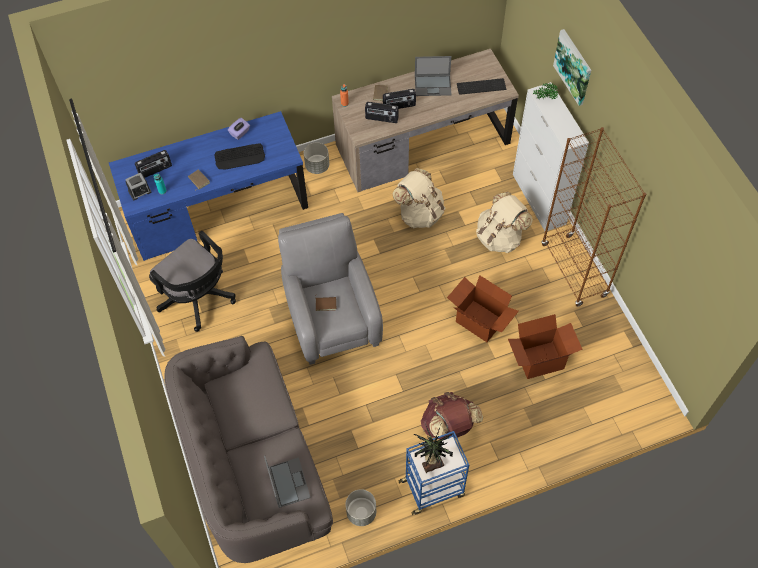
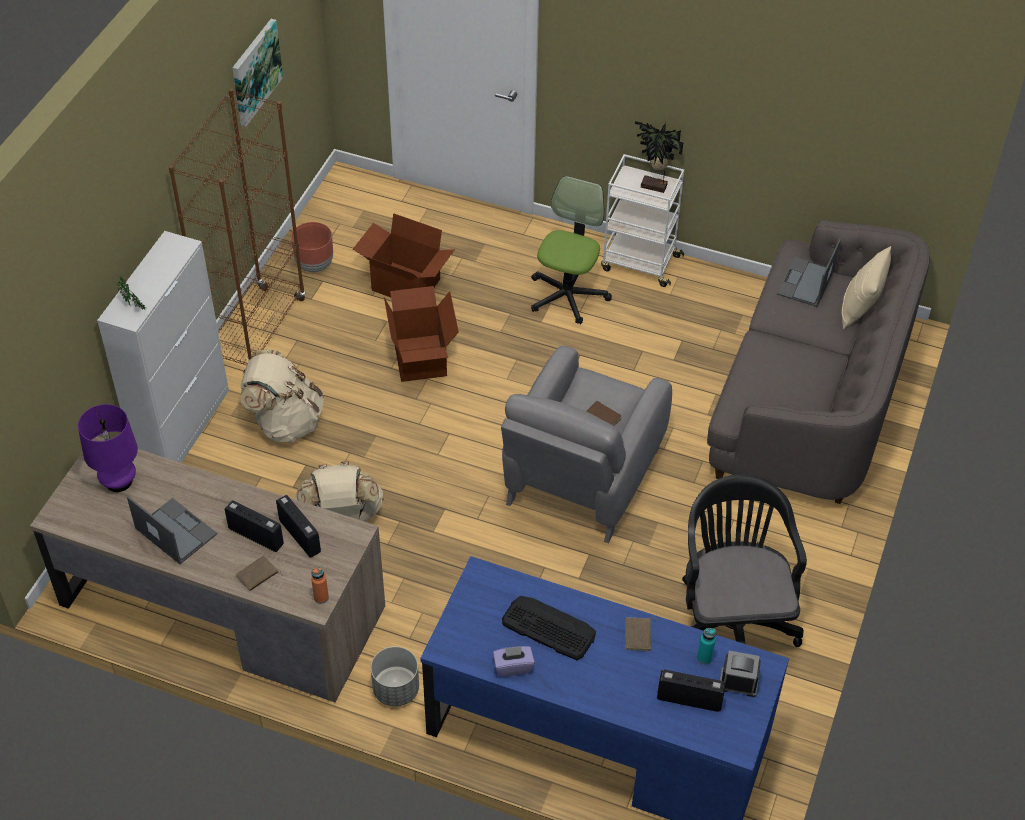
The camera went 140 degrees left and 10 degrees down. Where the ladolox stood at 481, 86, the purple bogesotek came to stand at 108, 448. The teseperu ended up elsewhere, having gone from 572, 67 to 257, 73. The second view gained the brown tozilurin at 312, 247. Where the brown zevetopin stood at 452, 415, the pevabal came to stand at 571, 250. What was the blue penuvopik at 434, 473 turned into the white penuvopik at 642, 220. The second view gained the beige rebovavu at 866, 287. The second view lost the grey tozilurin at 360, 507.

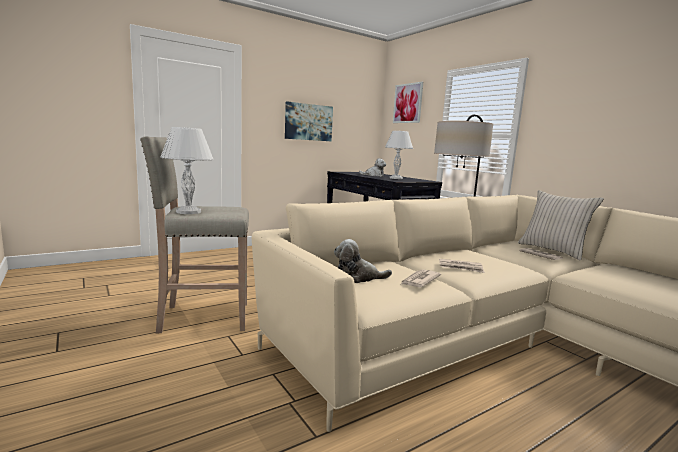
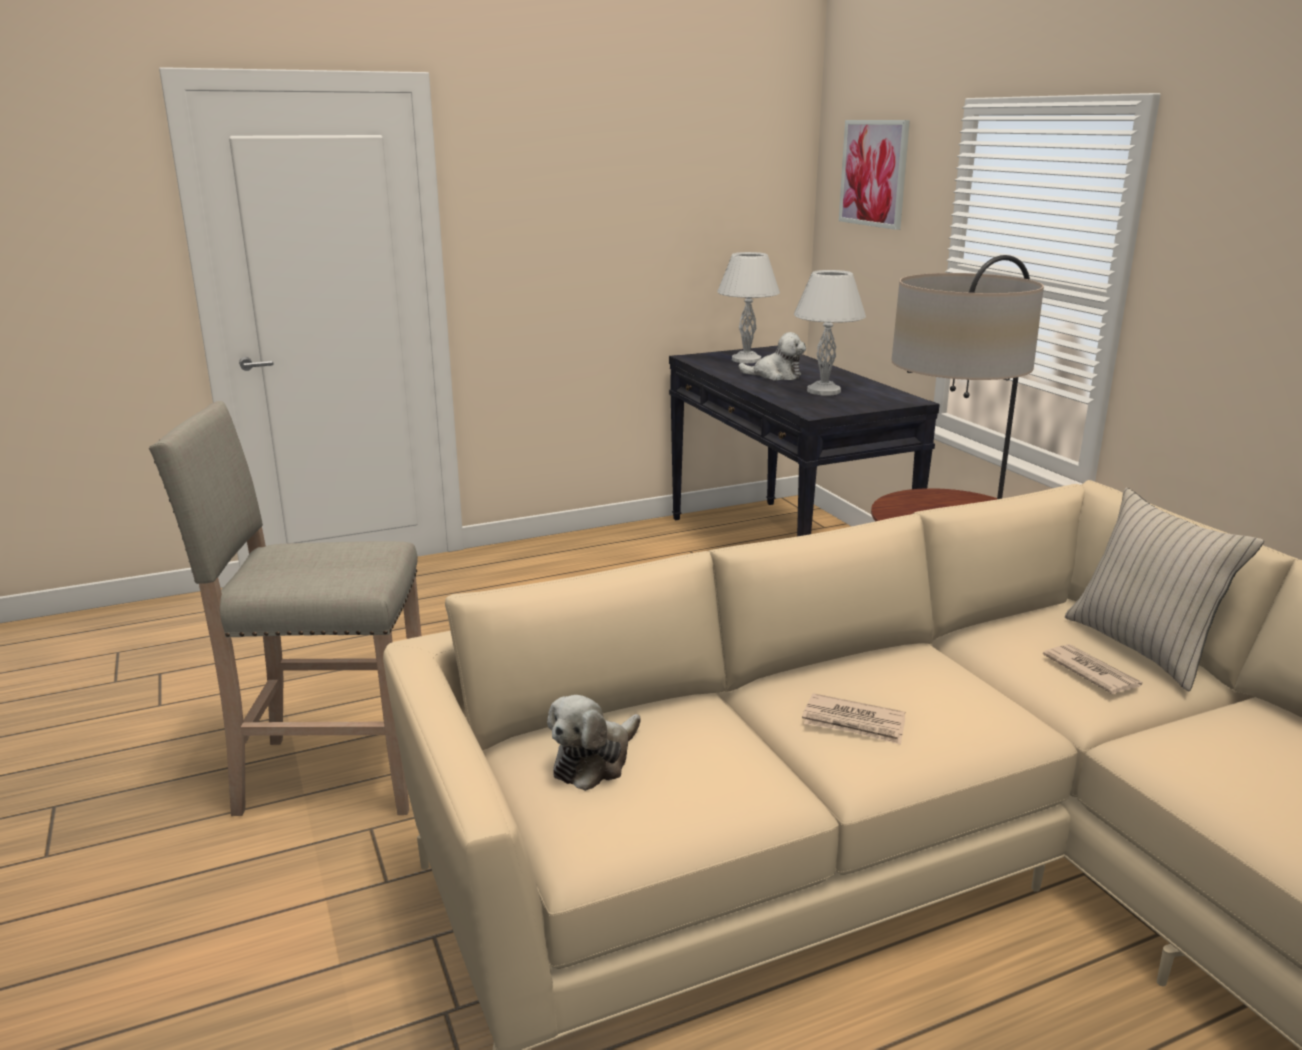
The camera went 10 degrees right and 10 degrees up. The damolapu at 363, 261 ended up facing another way, 60 degrees counterclockwise from before. The white bogesotek ended up elsewhere, having gone from 187, 170 to 748, 307. The second view lost the teseperu at 309, 121. The second view lost the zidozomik at 421, 278.

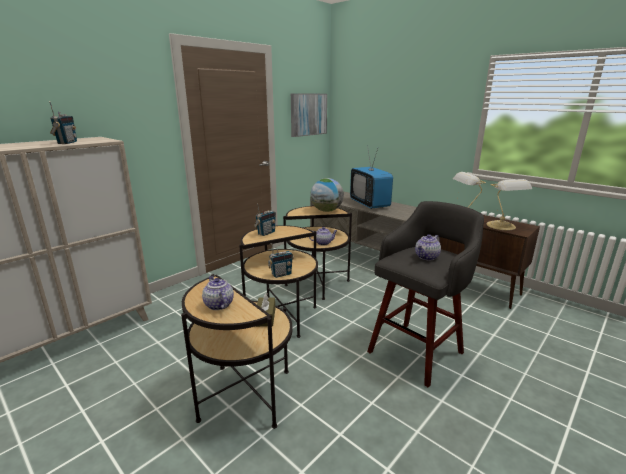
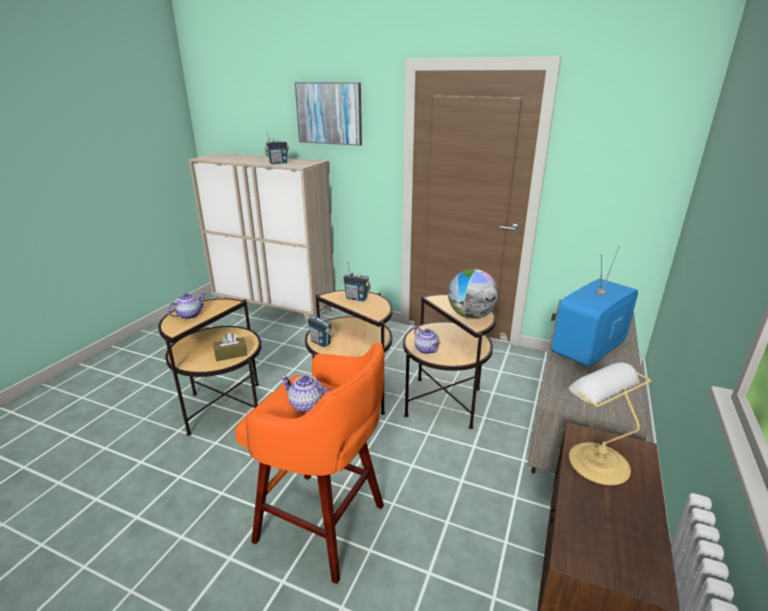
The camera went 70 degrees right and 5 degrees up. What was the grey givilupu at 425, 294 turned into the orange givilupu at 310, 463. The teseperu ended up elsewhere, having gone from 309, 115 to 328, 114. The second view lost the bogesotek at 509, 204.

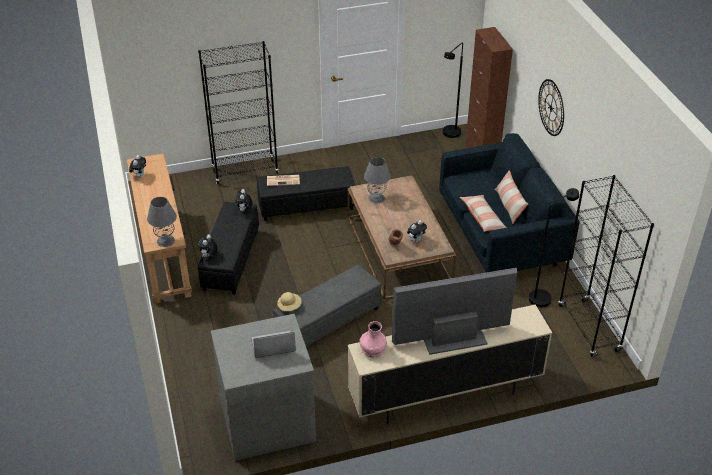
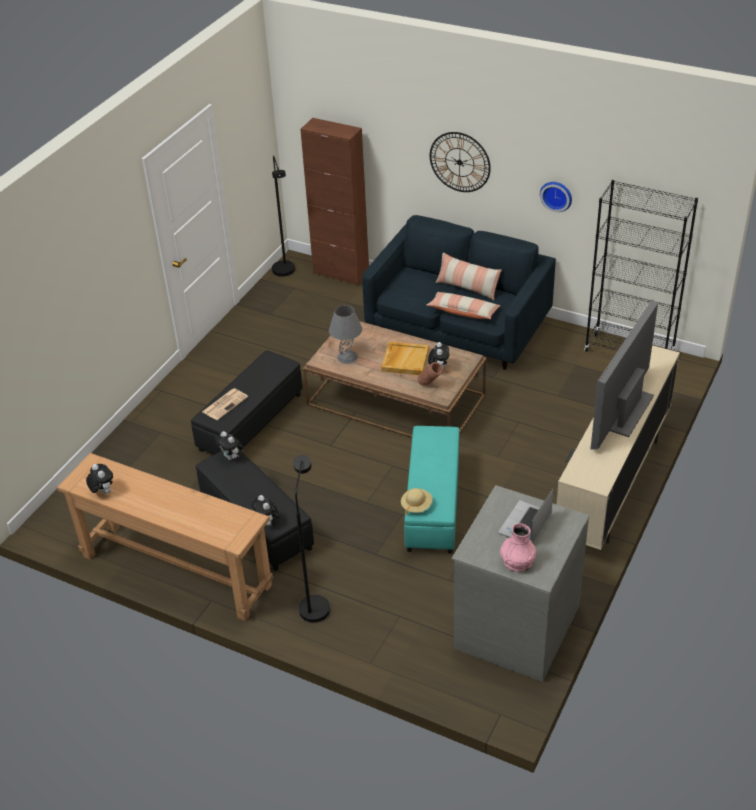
The camera went 45 degrees left and 0 degrees up. The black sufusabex ended up elsewhere, having gone from 554, 248 to 311, 539. The second view gained the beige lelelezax at 405, 358. What was the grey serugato at 327, 305 turned into the turquoise serugato at 431, 490. The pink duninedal ended up elsewhere, having gone from 373, 339 to 518, 547. The second view gained the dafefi at 556, 197. The second view lost the grey bogesotek at 162, 222. The second view lost the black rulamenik at 238, 112.

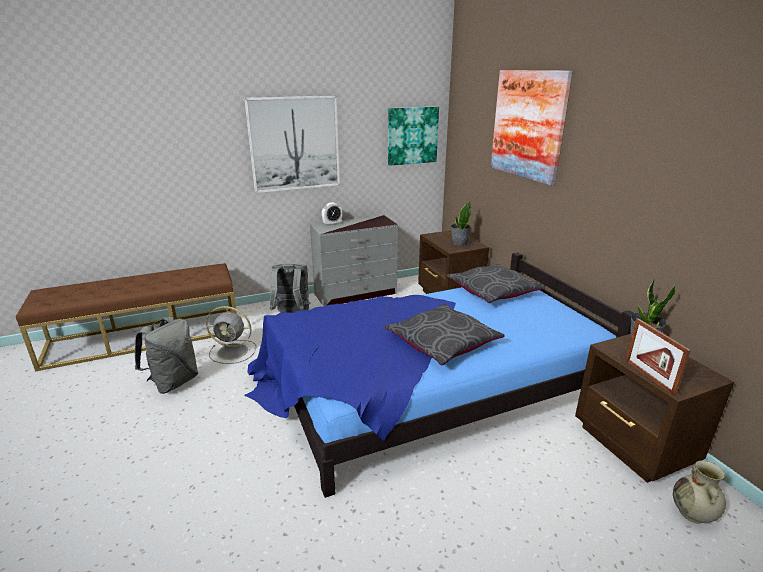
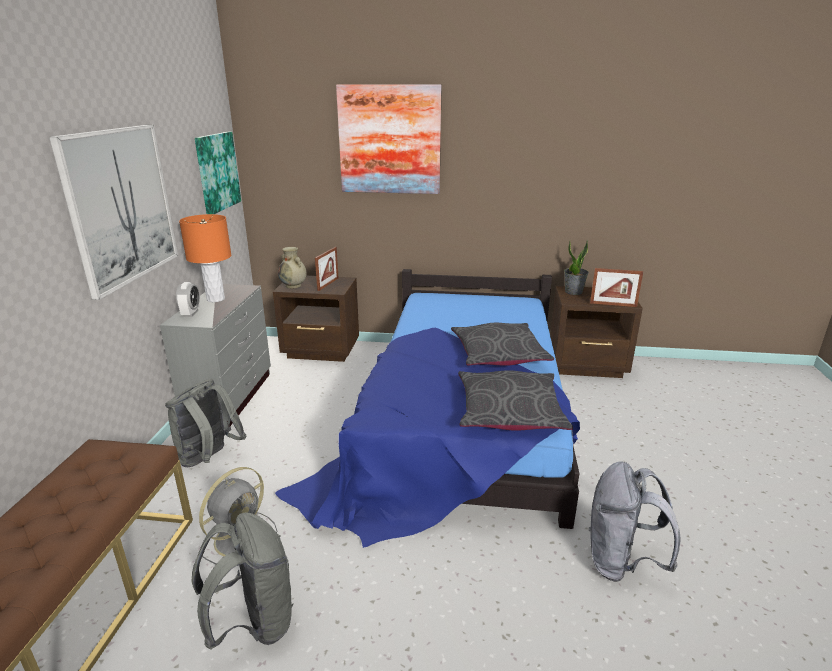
The camera went 60 degrees left and 0 degrees up. The second view gained the orange bogesotek at 205, 258. The beige duninedal ended up elsewhere, having gone from 699, 491 to 292, 267. Where the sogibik stood at 461, 223, the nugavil came to stand at 327, 269. The grey rebovavu ended up elsewhere, having gone from 496, 283 to 515, 400. The second view gained the grey zevetopin at 635, 521.

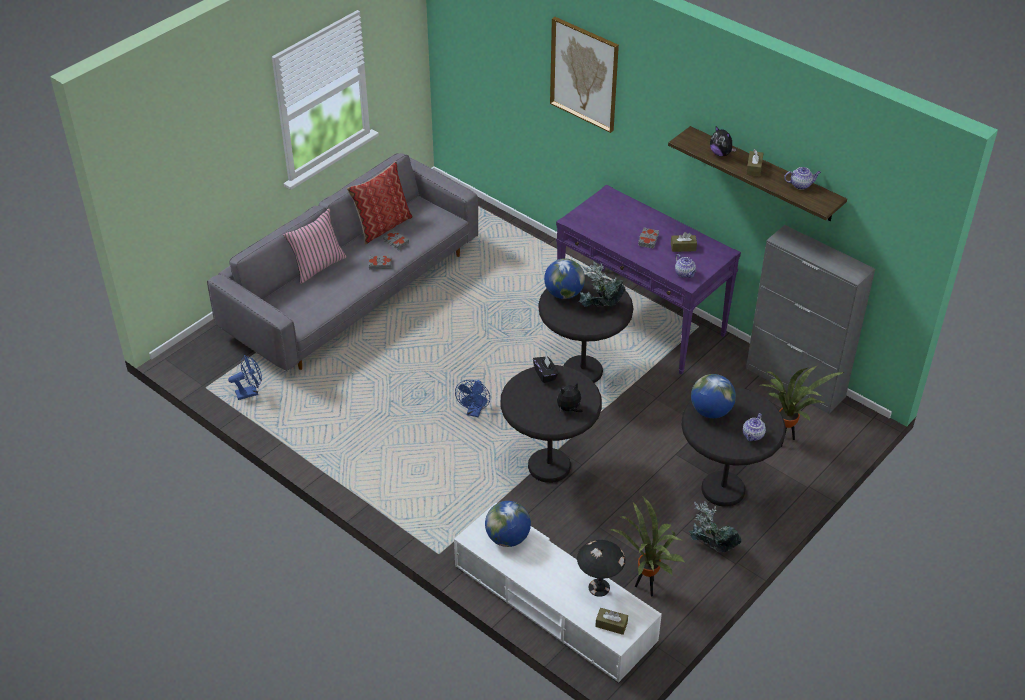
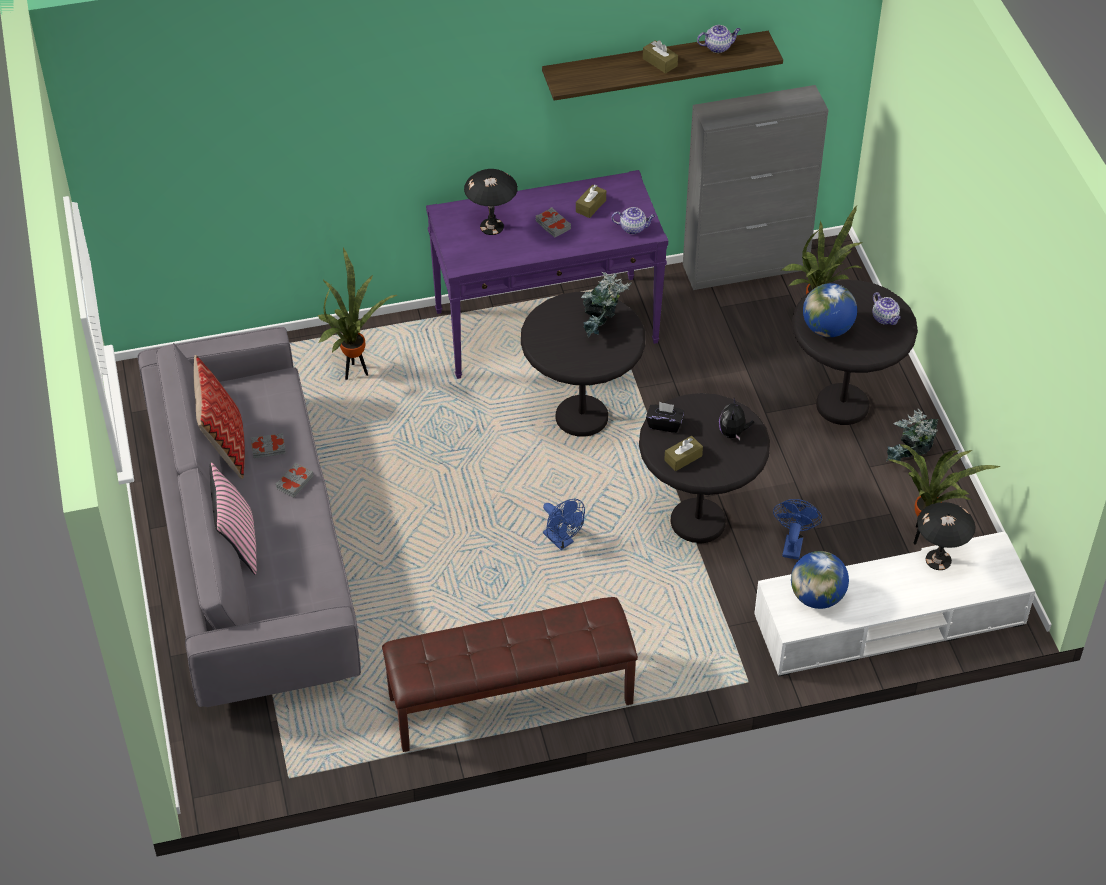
The camera went 55 degrees left and 5 degrees up. The second view gained the sogibik at 357, 314. The second view gained the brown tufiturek at 510, 674. The second view gained the black bogesotek at 491, 202. The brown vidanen ended up elsewhere, having gone from 611, 621 to 683, 453. The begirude at 802, 178 ended up facing another way, 45 degrees clockwise from before. The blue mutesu ended up elsewhere, having gone from 245, 377 to 797, 529. The second view lost the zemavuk at 564, 278. The second view lost the teseperu at 584, 75. The second view lost the damolapu at 723, 141.

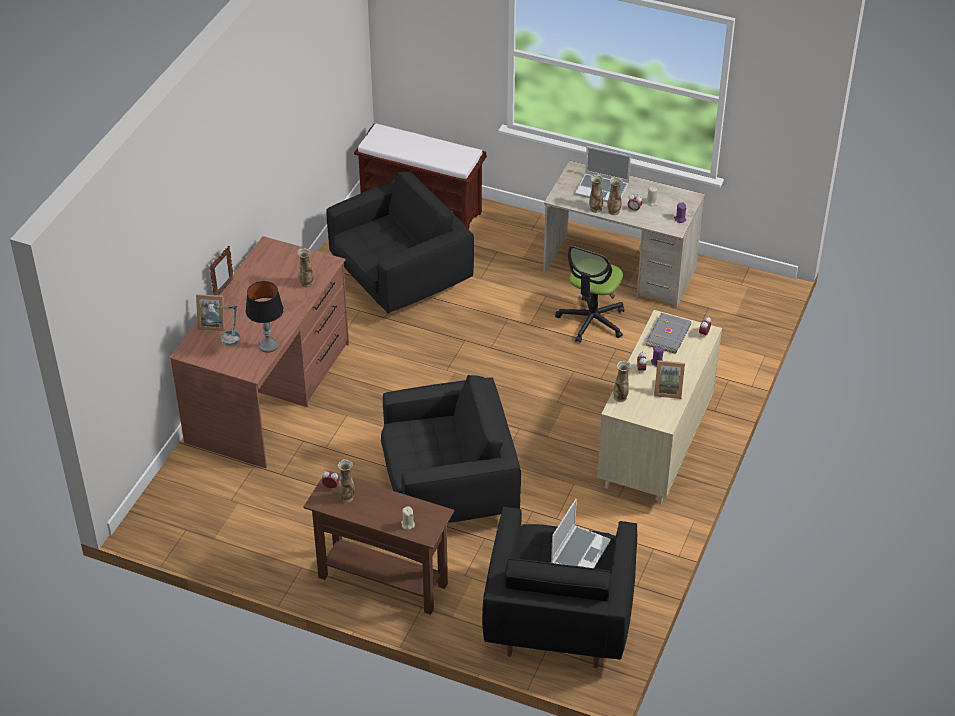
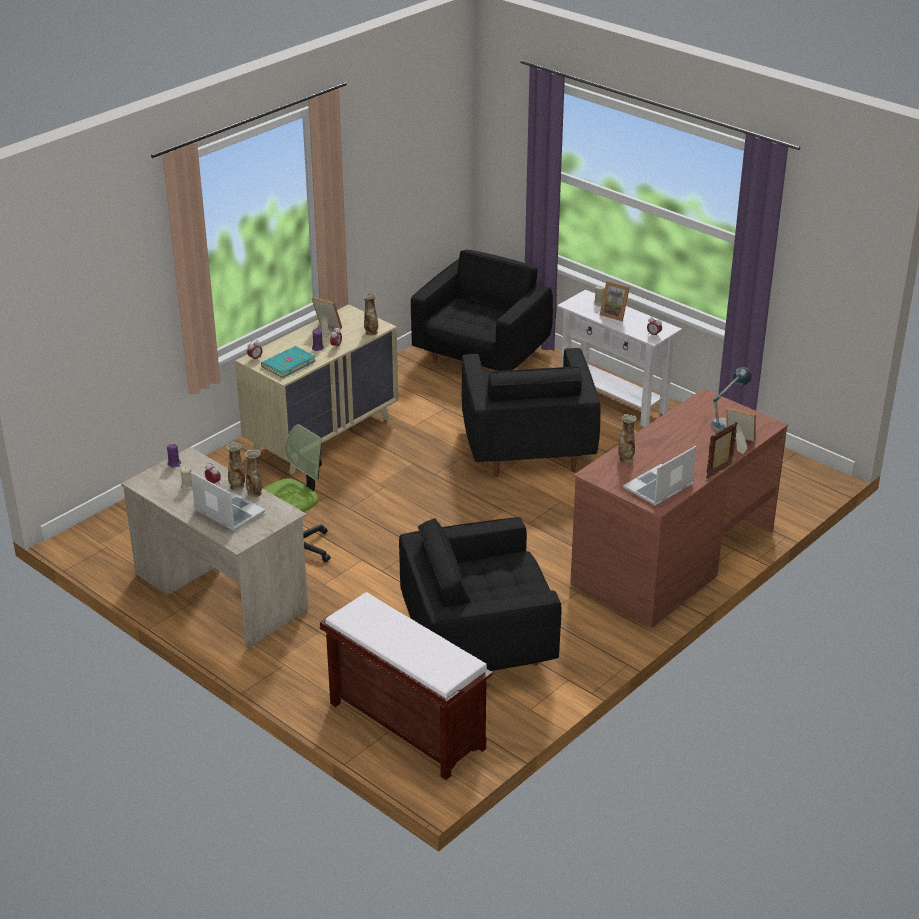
The camera went 160 degrees left and 10 degrees down. What was the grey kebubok at 668, 333 turned into the turquoise kebubok at 288, 362. The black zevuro at 451, 449 ended up facing another way, 105 degrees counterclockwise from before. What was the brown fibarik at 378, 542 turned into the white fibarik at 619, 358. The second view gained the nugavil at 615, 301. The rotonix ended up elsewhere, having gone from 581, 533 to 659, 476. The second view lost the bogesotek at 265, 317. The second view lost the duninedal at 346, 480.

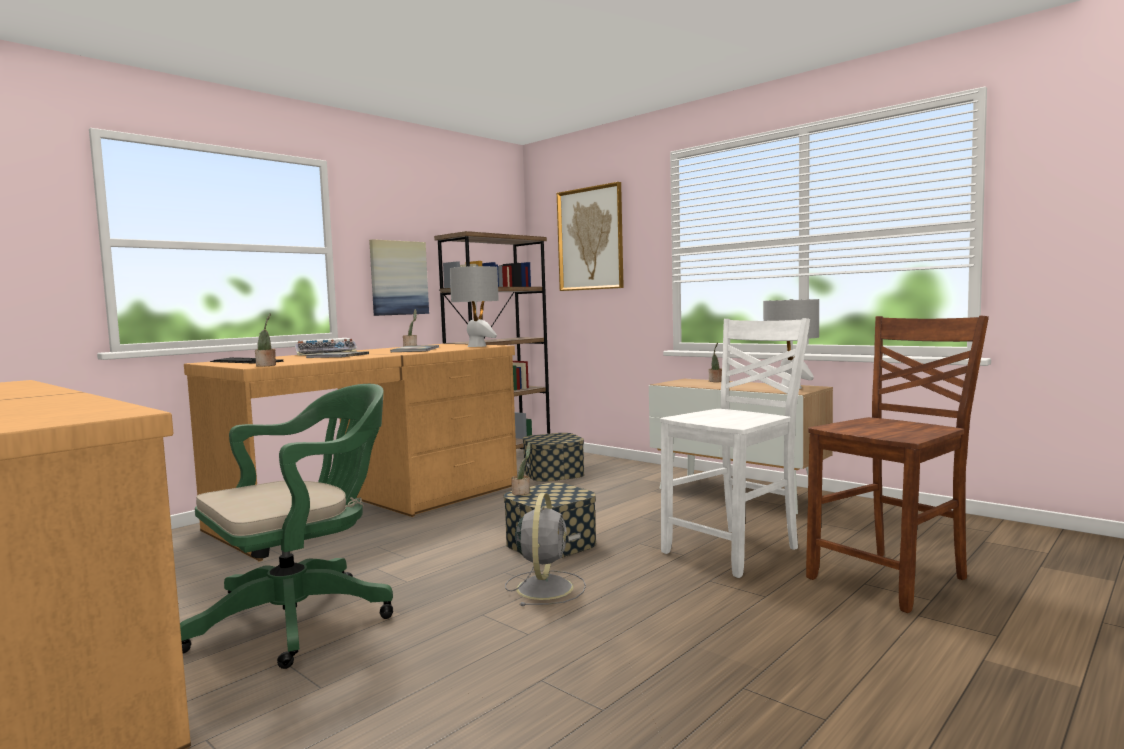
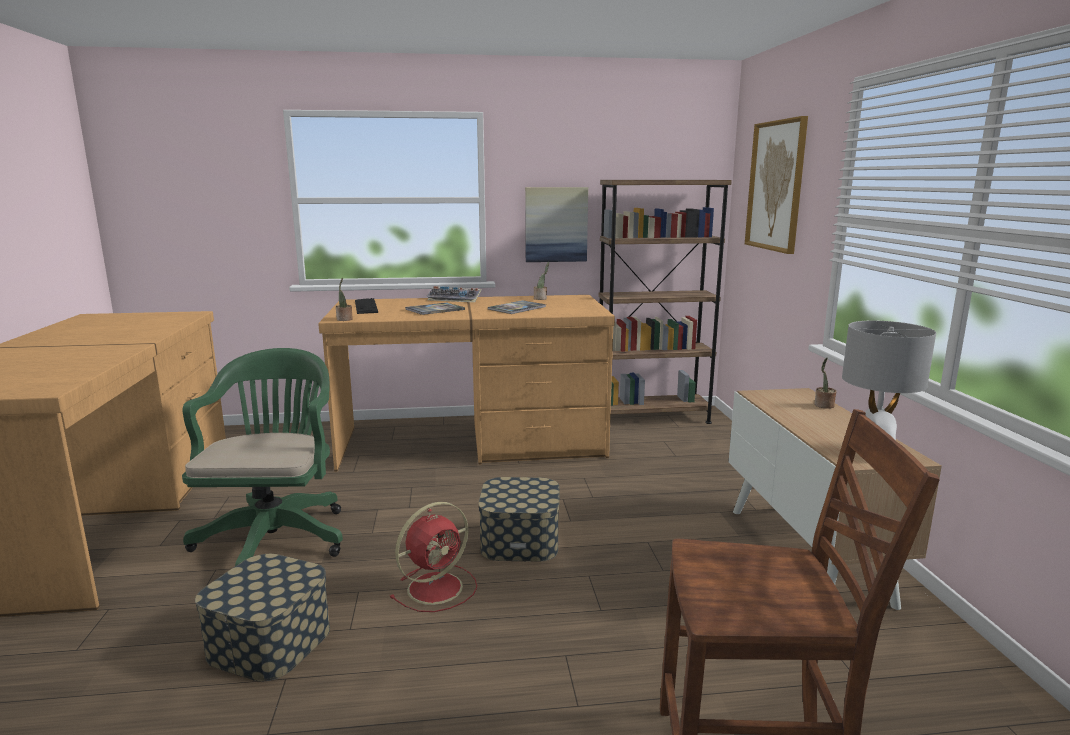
The camera went 40 degrees right and 10 degrees up. The green pevabal at 286, 526 ended up facing another way, 90 degrees counterclockwise from before. The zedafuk ended up elsewhere, having gone from 553, 457 to 262, 617. What was the grey mutesu at 545, 549 turned into the red mutesu at 433, 557. The second view lost the grey bogesotek at 474, 306. The second view lost the sogibik at 521, 468. The second view lost the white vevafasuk at 735, 448.

